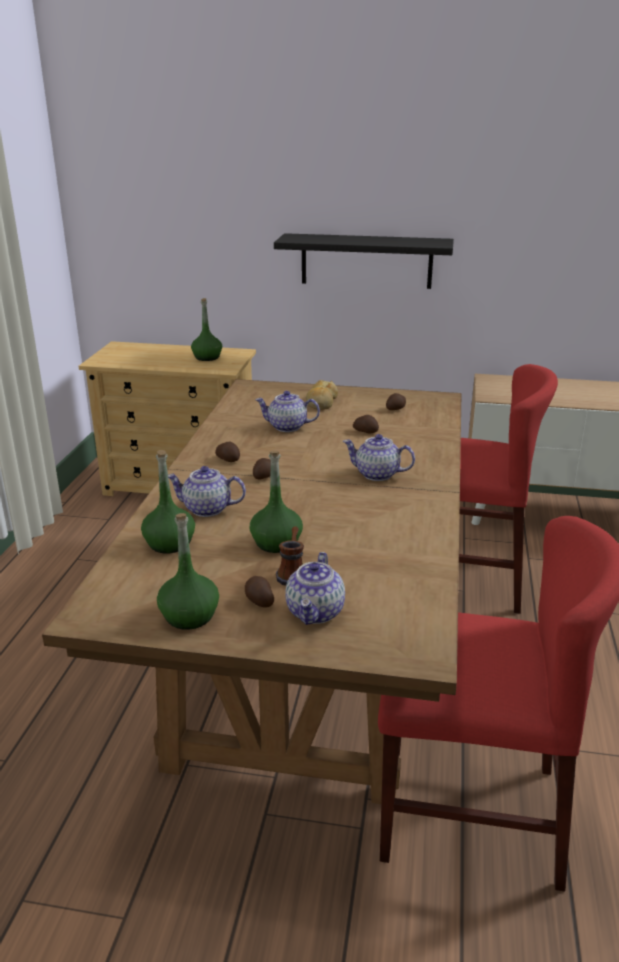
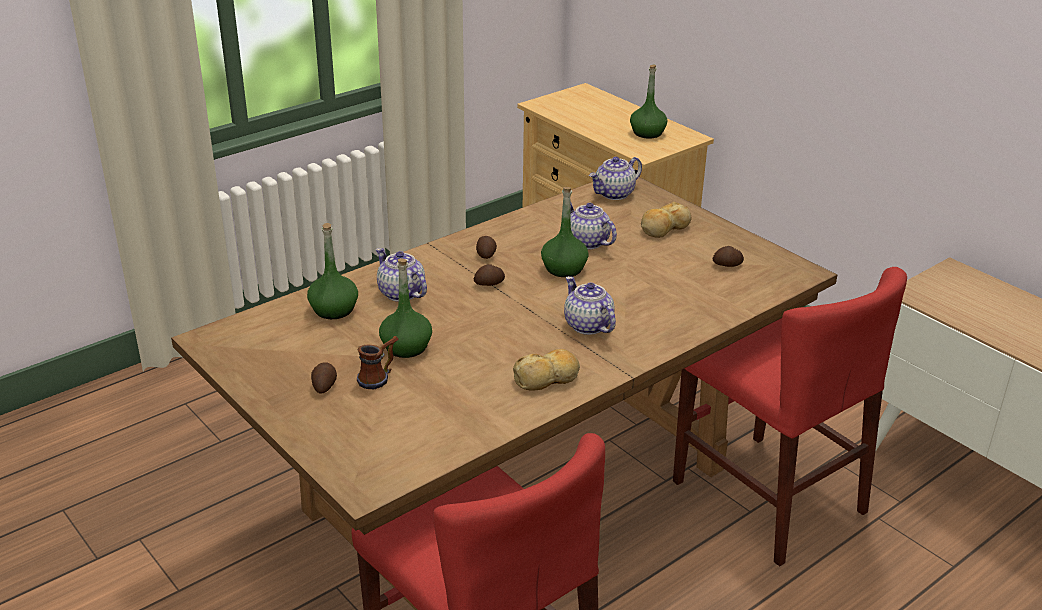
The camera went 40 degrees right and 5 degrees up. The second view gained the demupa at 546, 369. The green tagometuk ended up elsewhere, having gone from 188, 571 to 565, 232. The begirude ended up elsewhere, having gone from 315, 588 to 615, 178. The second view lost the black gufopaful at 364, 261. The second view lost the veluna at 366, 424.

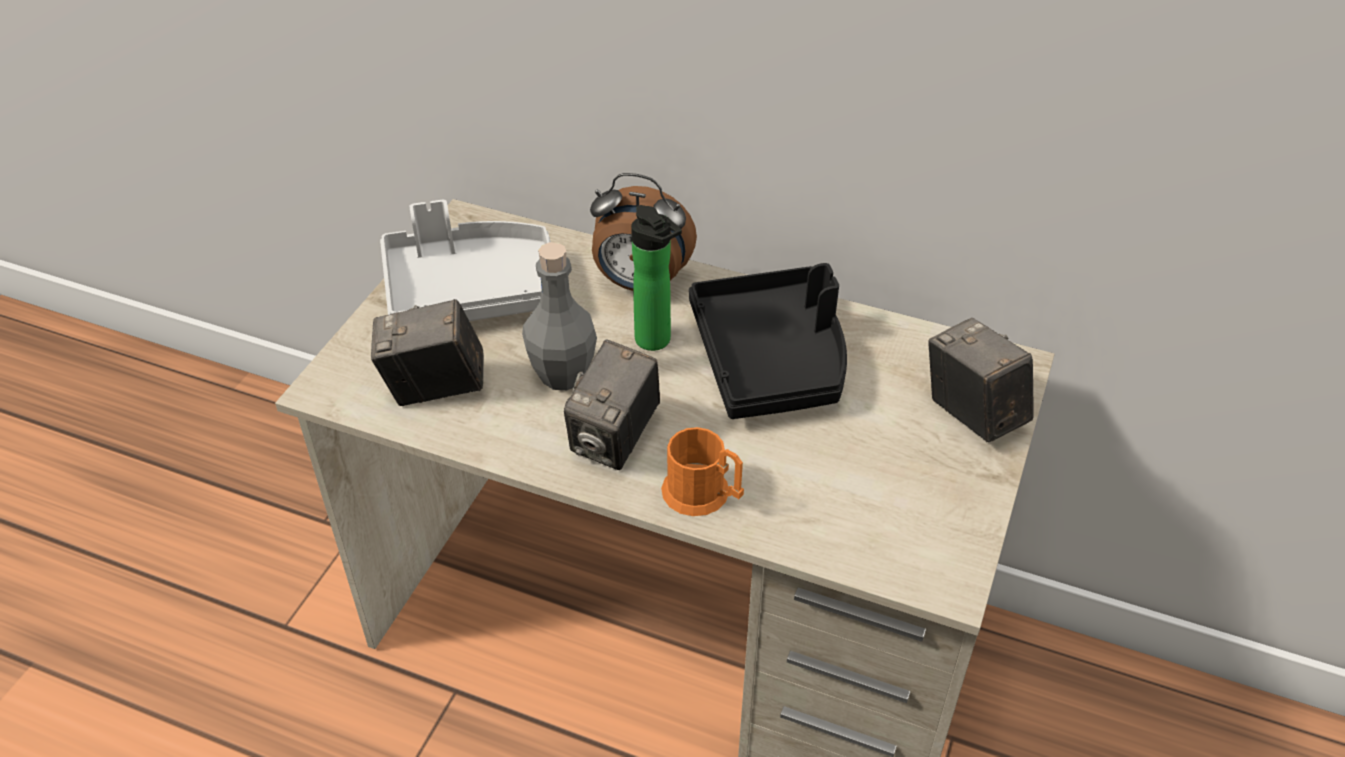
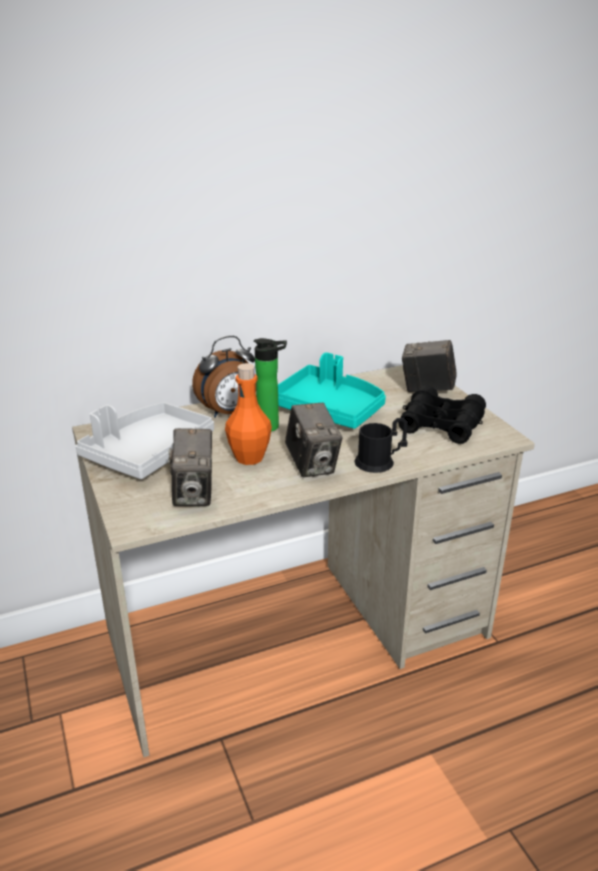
The camera went 45 degrees left and 15 degrees down. The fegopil at 427, 352 ended up facing another way, 45 degrees counterclockwise from before. What was the grey tagometuk at 559, 316 turned into the orange tagometuk at 248, 414. What was the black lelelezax at 768, 341 turned into the turquoise lelelezax at 332, 390. What was the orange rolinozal at 702, 471 turned into the black rolinozal at 381, 445. The second view gained the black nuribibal at 442, 414.

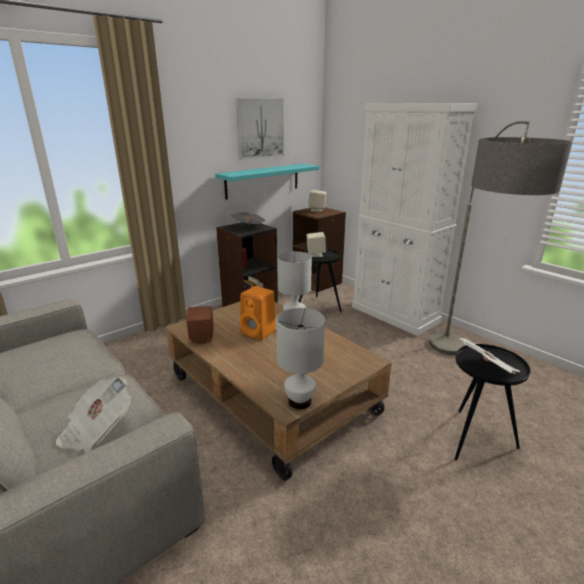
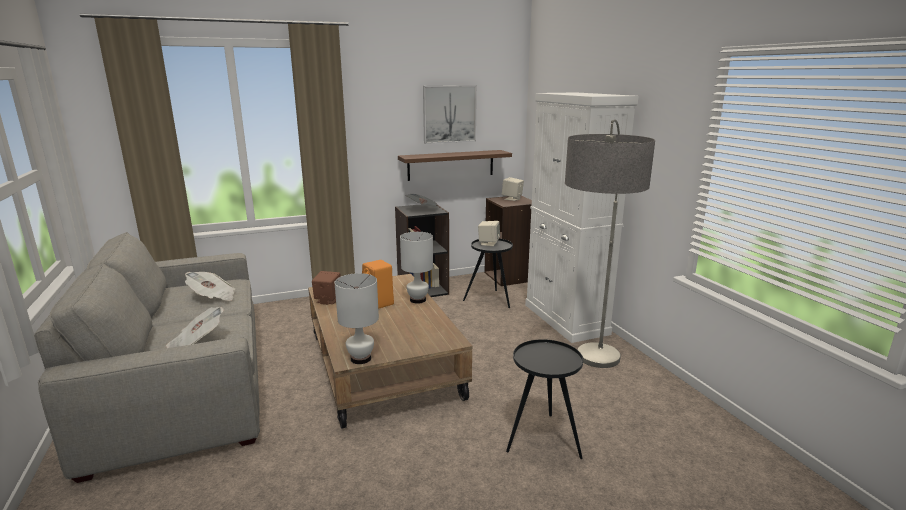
The camera went 20 degrees right and 5 degrees down. The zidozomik ended up elsewhere, having gone from 490, 356 to 210, 286. What was the turquoise gufopaful at 267, 182 turned into the brown gufopaful at 455, 165.

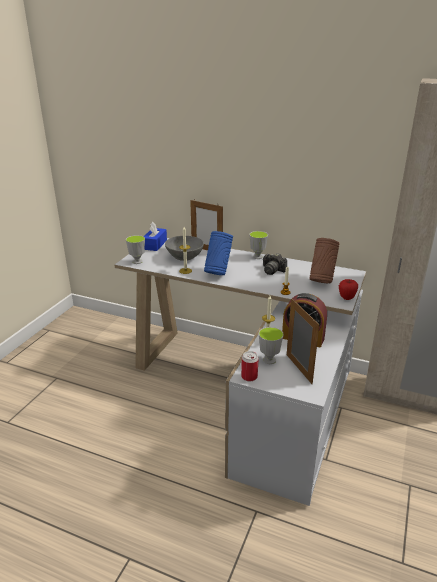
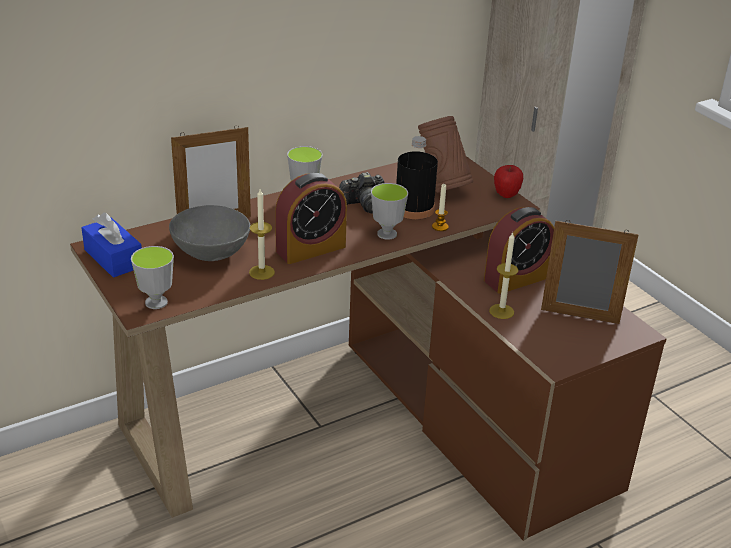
The camera went 55 degrees left and 5 degrees up. What was the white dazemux at 240, 372 turned into the brown dazemux at 368, 348. Where the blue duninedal stood at 218, 253, the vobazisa came to stand at 311, 218. The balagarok ended up elsewhere, having gone from 271, 345 to 389, 211. The second view gained the black tagometuk at 417, 177. The second view lost the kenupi at 250, 366.

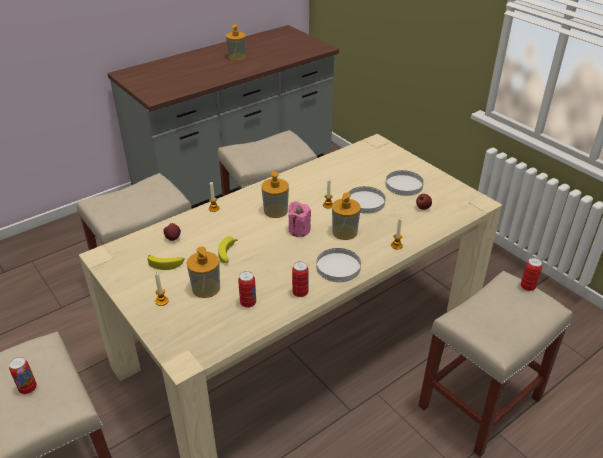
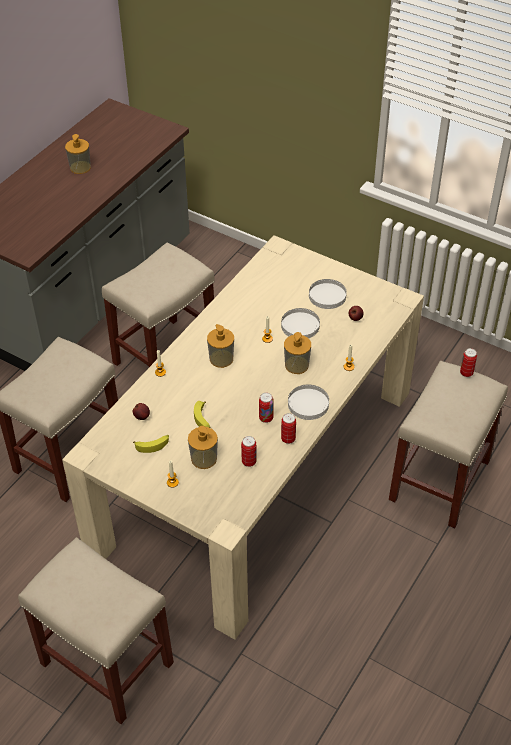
The camera went 20 degrees left and 10 degrees up. The kenupi ended up elsewhere, having gone from 23, 375 to 266, 408. The second view lost the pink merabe at 300, 219.

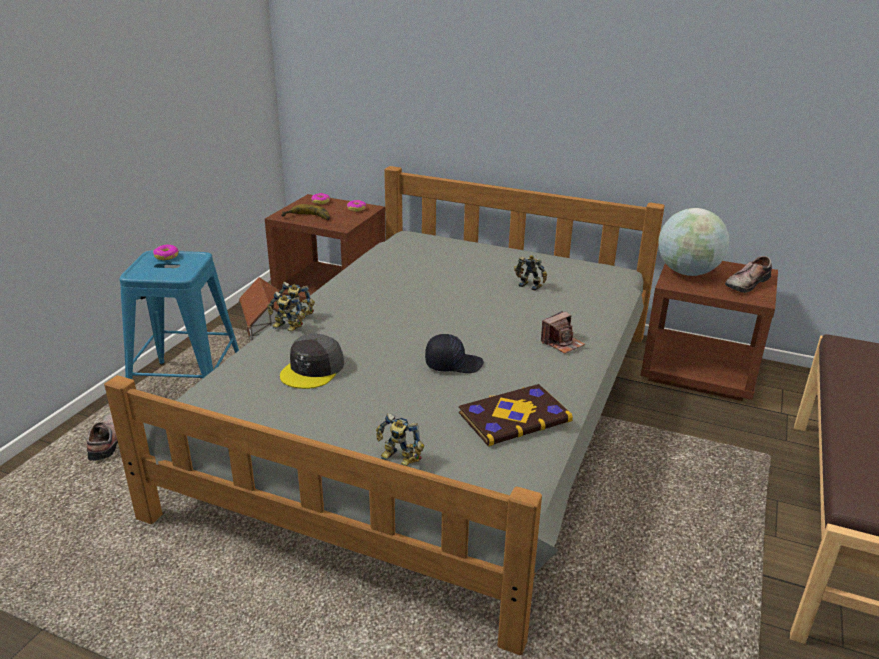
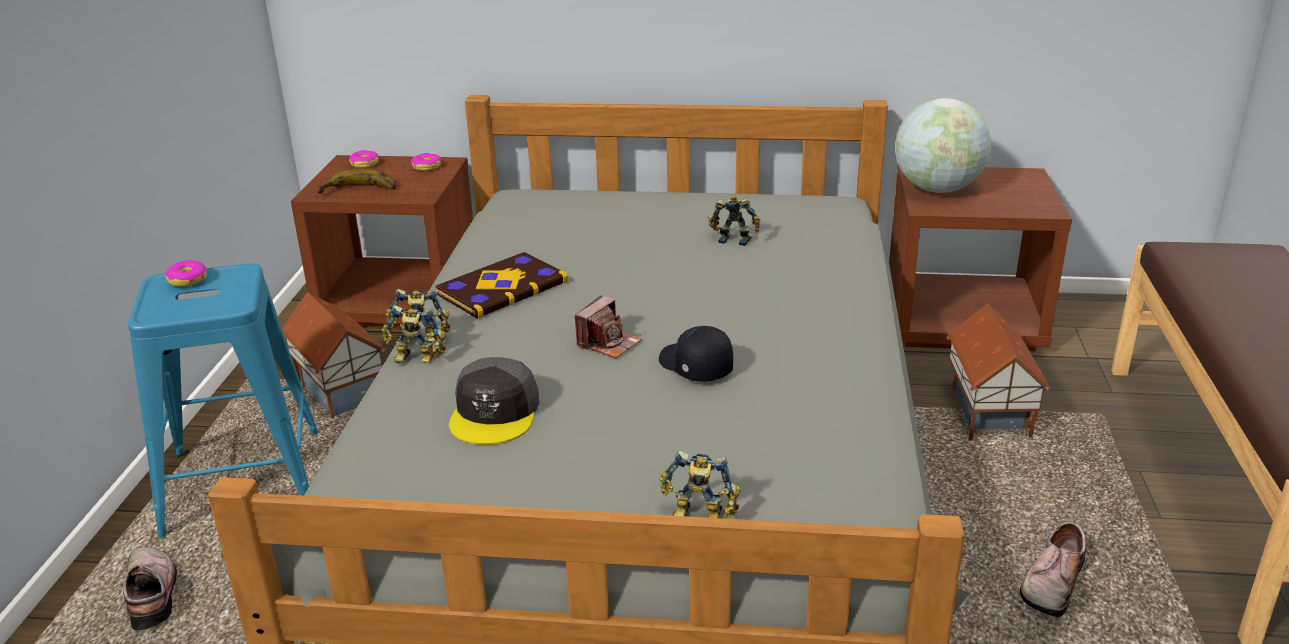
The camera went 15 degrees left and 0 degrees up. The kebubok ended up elsewhere, having gone from 516, 415 to 502, 285. The fegopil ended up elsewhere, having gone from 563, 332 to 608, 327. The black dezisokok at 454, 353 ended up facing another way, 105 degrees counterclockwise from before. The second view gained the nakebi at 998, 371. The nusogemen ended up elsewhere, having gone from 748, 274 to 1053, 569.

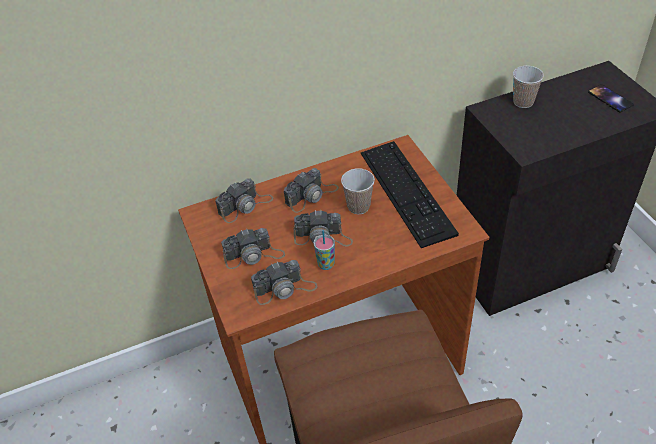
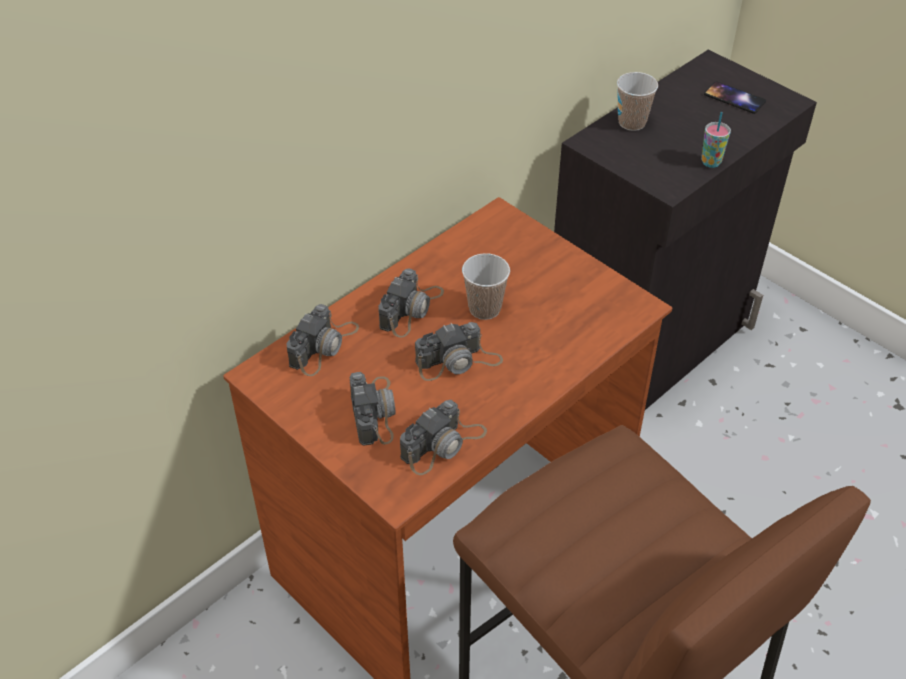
The camera went 25 degrees left and 0 degrees up. The fegopil at 253, 248 ended up facing another way, 60 degrees counterclockwise from before. The balagarok ended up elsewhere, having gone from 324, 250 to 716, 140. The second view lost the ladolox at 410, 194.

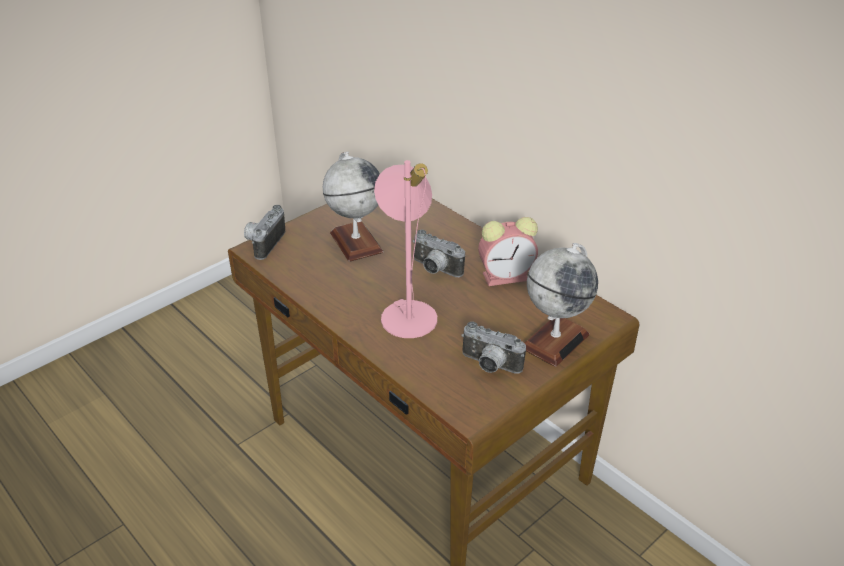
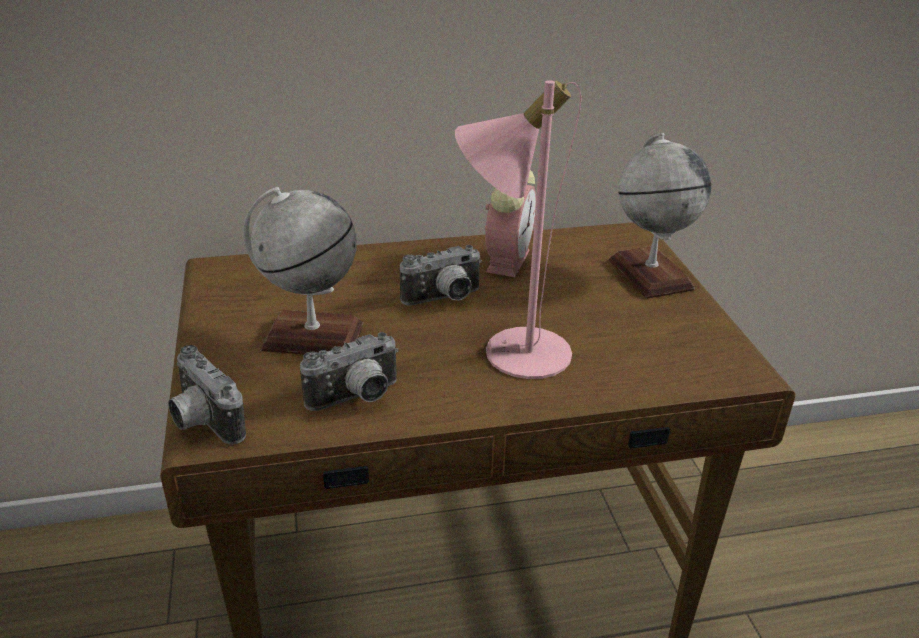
The camera went 60 degrees left and 5 degrees down. The fegopil ended up elsewhere, having gone from 493, 347 to 349, 371.

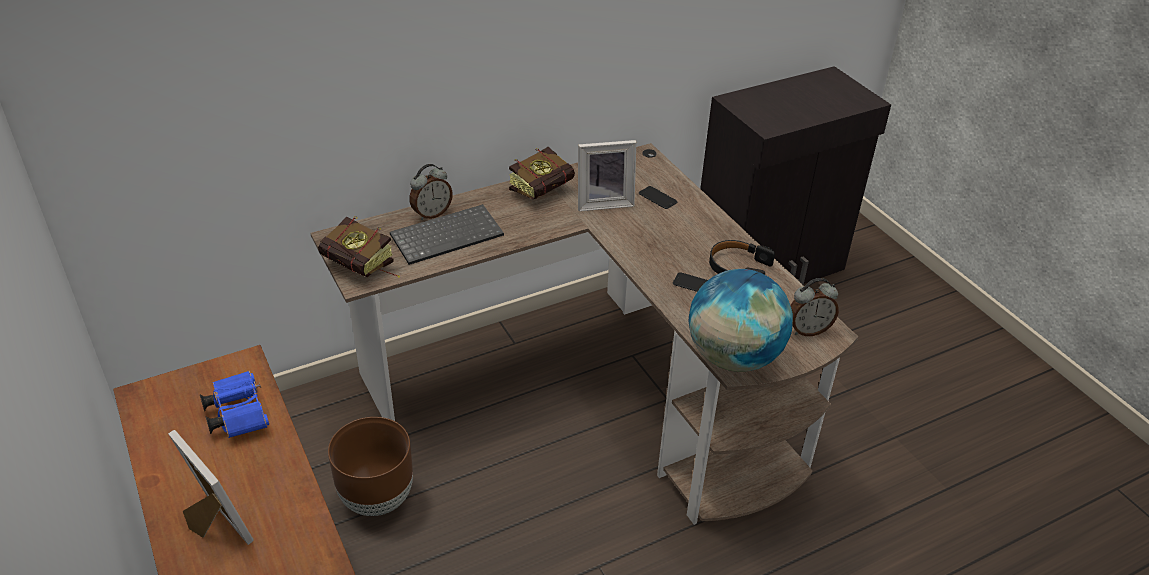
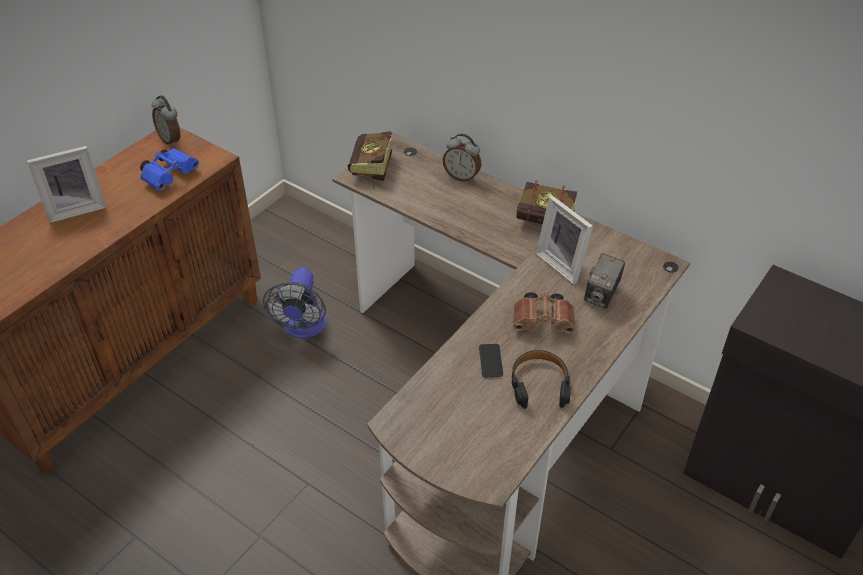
The camera went 65 degrees right and 5 degrees up. The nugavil at 211, 487 ended up facing another way, 45 degrees clockwise from before. The vobazisa ended up elsewhere, having gone from 814, 307 to 165, 121. Where the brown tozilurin stood at 370, 466, the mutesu came to stand at 295, 303. The second view gained the brown nuribibal at 544, 313. Where the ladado stood at 658, 197, the fegopil came to stand at 604, 281. The second view lost the ladolox at 447, 234. The second view lost the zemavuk at 741, 320.

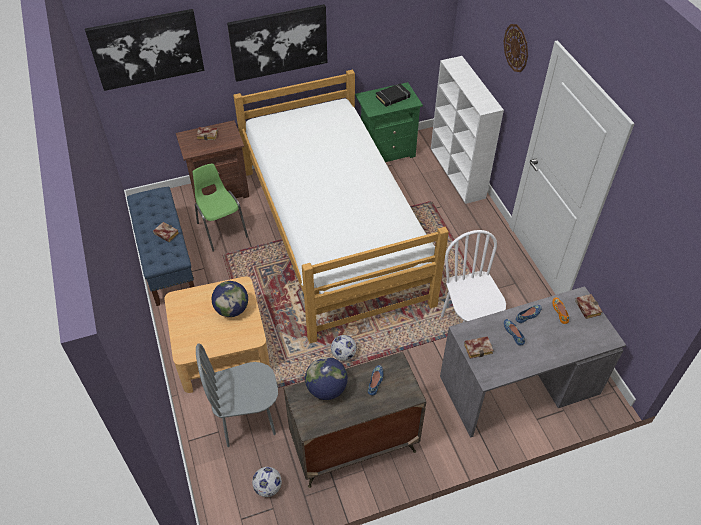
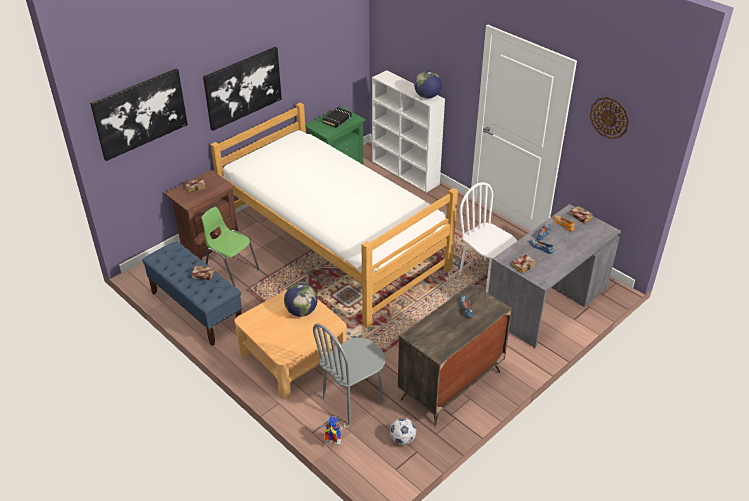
The camera went 25 degrees left and 10 degrees down. The second view gained the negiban at 332, 430. The zemavuk ended up elsewhere, having gone from 326, 378 to 428, 84. The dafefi ended up elsewhere, having gone from 516, 48 to 609, 118. The second view lost the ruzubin at 344, 348.

